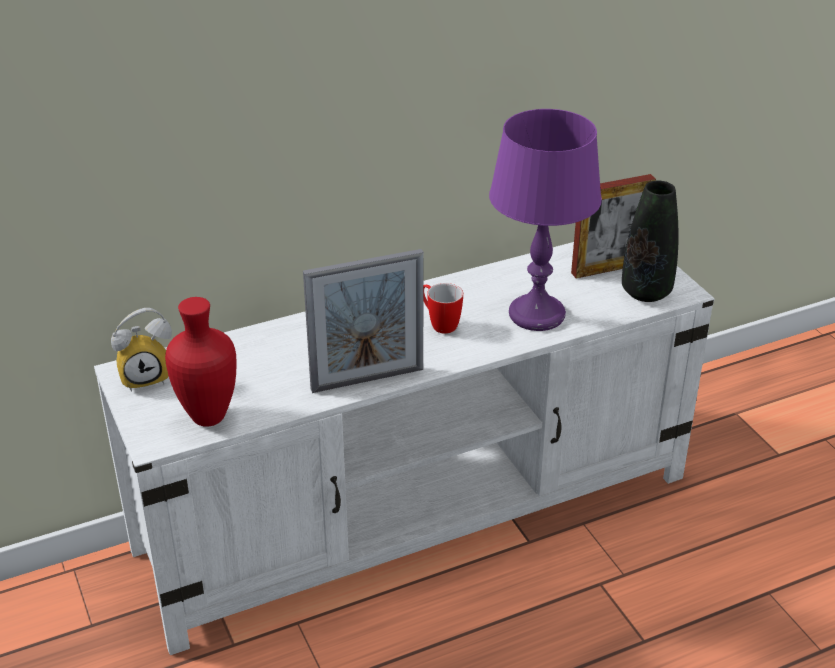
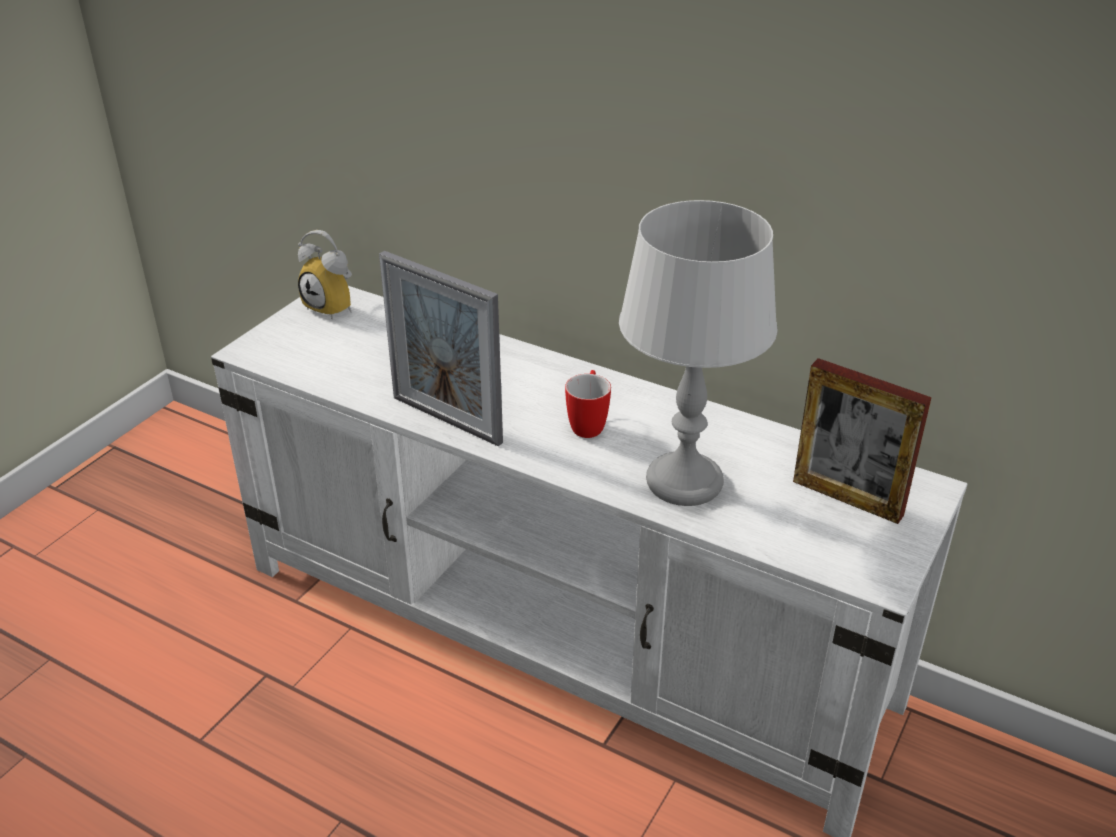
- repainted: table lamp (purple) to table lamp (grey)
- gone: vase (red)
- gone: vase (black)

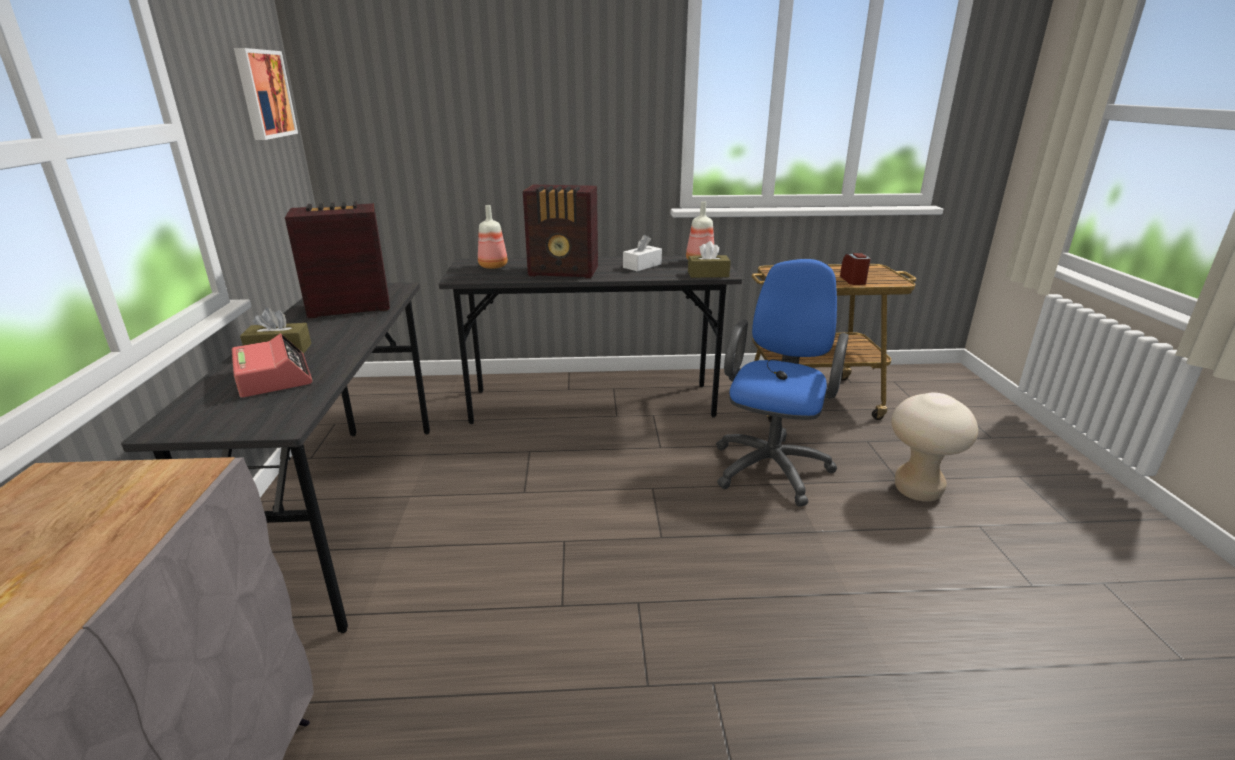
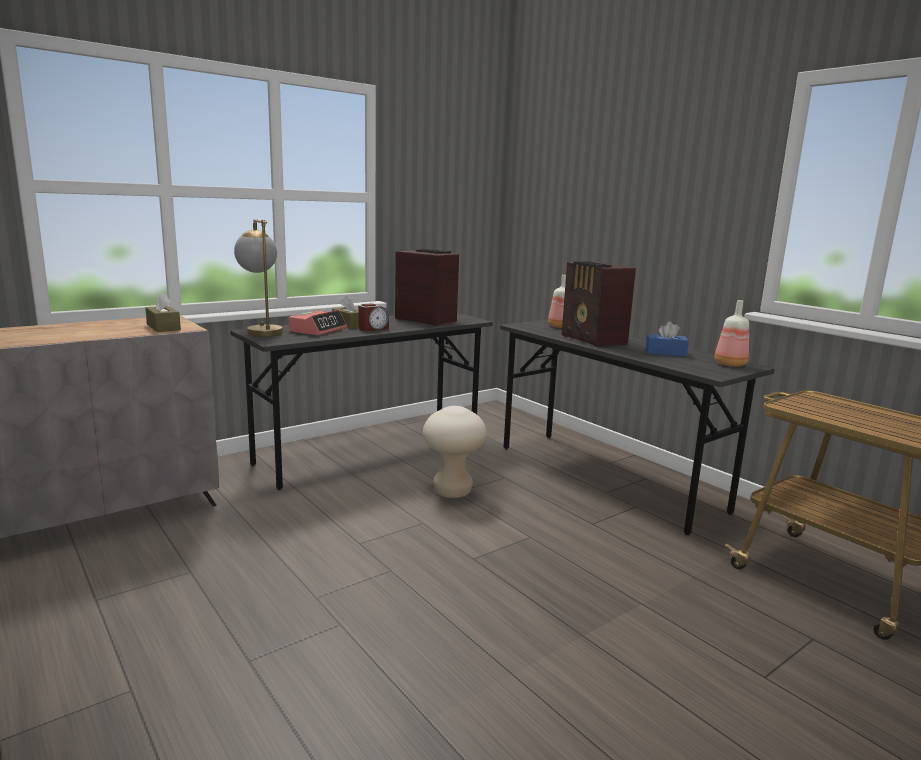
- shifted: tissue box (brown) (no. 2 from left in the first image) to tissue box (brown) (no. 1 from left)
- new: table lamp
- shifted: alarm clock (no. 2 from left)
- shifted: stool (beige)
- repainted: tissue box (white) to tissue box (blue)
- gone: picture
- gone: office chair (blue)

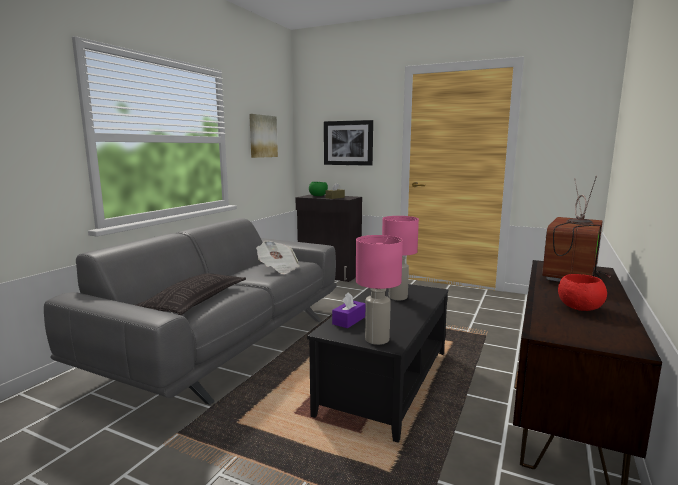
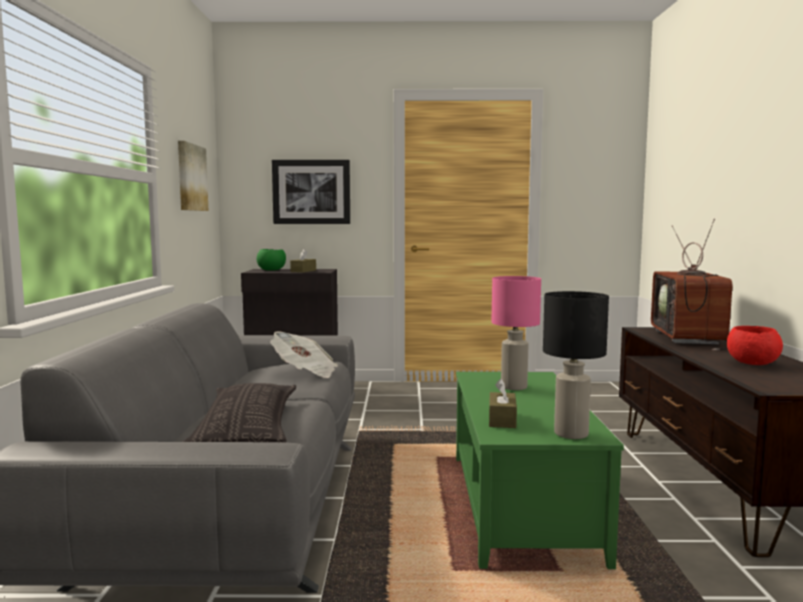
- repainted: coffee table (black) to coffee table (green)
- repainted: tissue box (purple) to tissue box (brown) (no. 2 from left)
- repainted: table lamp (pink) (no. 1 from left) to table lamp (black)

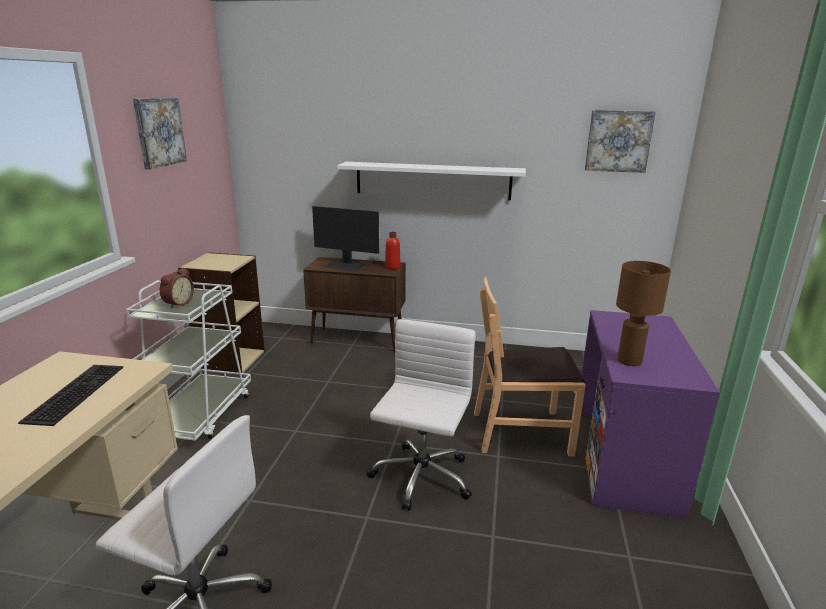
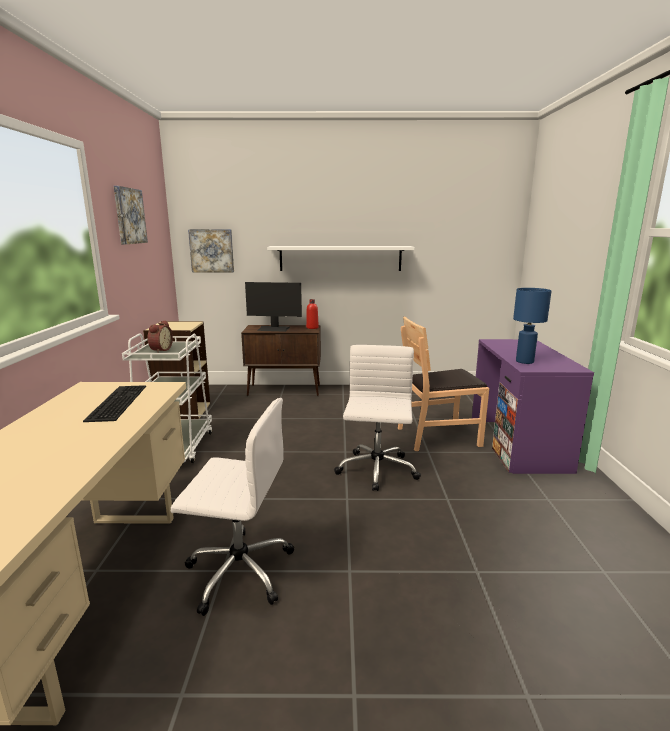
- shifted: picture (no. 2 from left)
- repainted: table lamp (brown) to table lamp (blue)

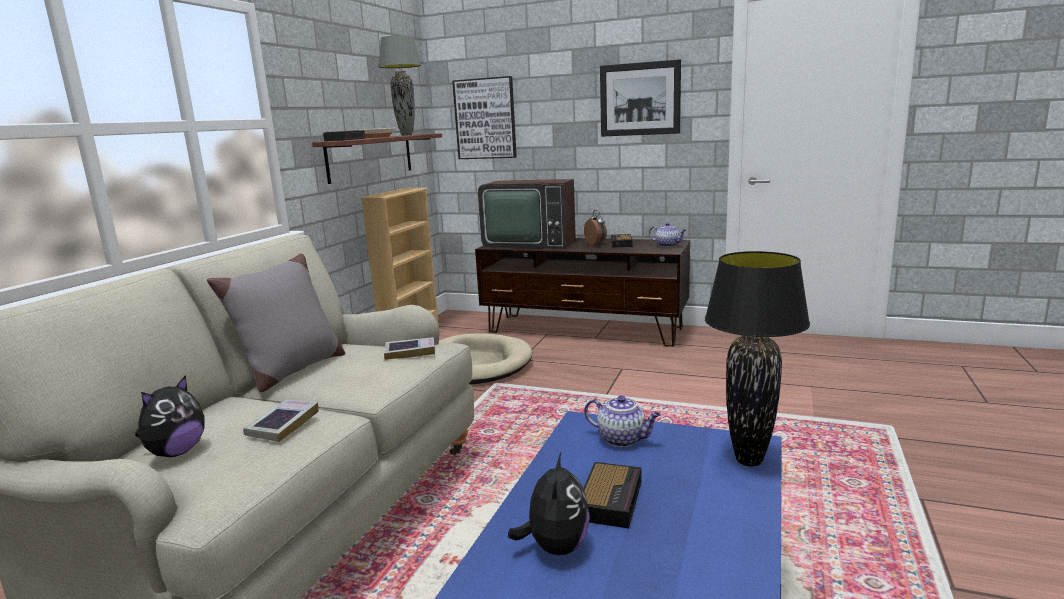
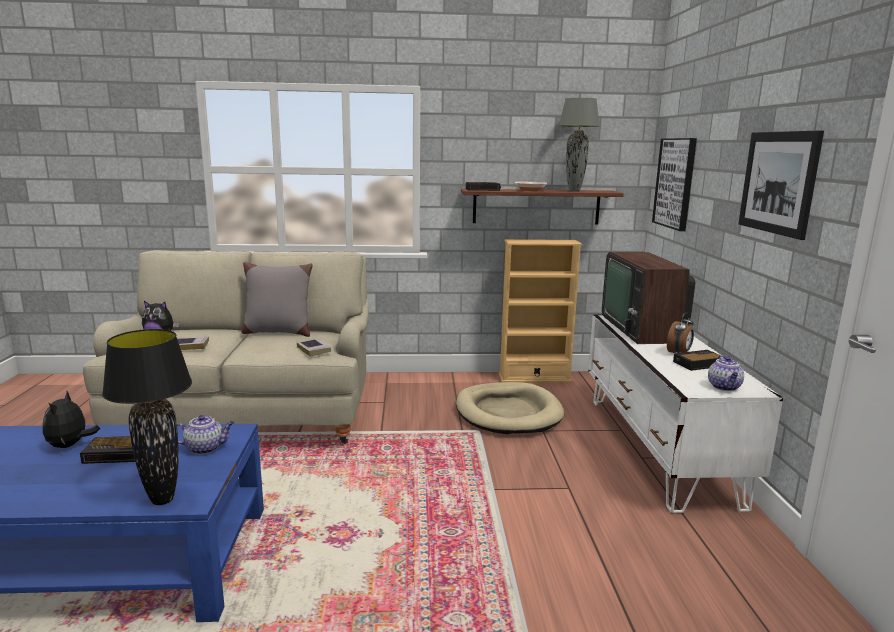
- rotated: plush toy (no. 2 from left in the first image) 105 degrees clockwise
- rotated: teapot (no. 1 from left) 105 degrees counterclockwise
- repainted: tv stand (brown) to tv stand (white)

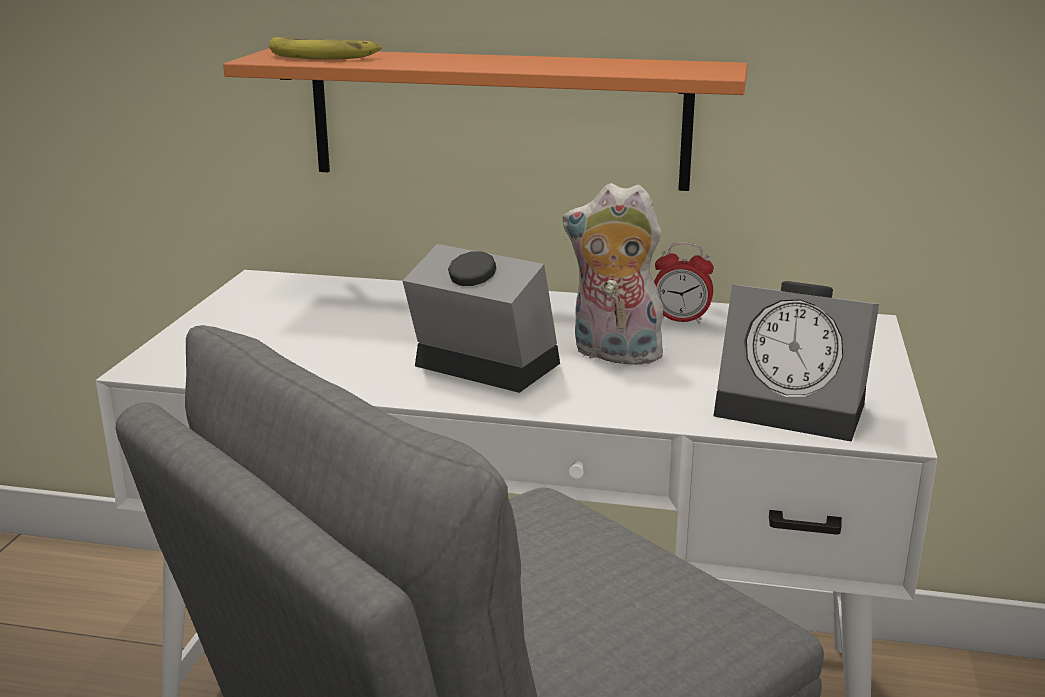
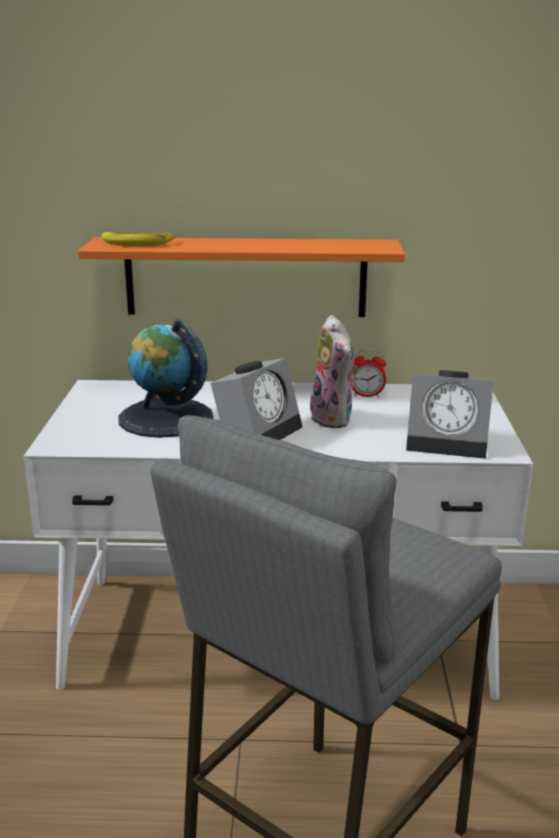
- new: globe
- rotated: alarm clock (no. 1 from left) 105 degrees clockwise
- rotated: plush toy 120 degrees counterclockwise

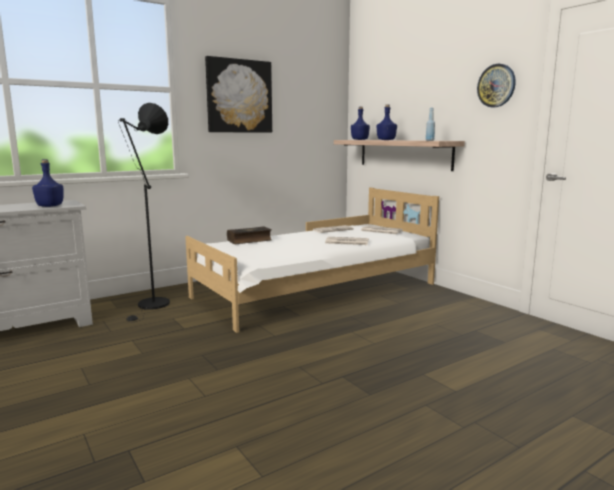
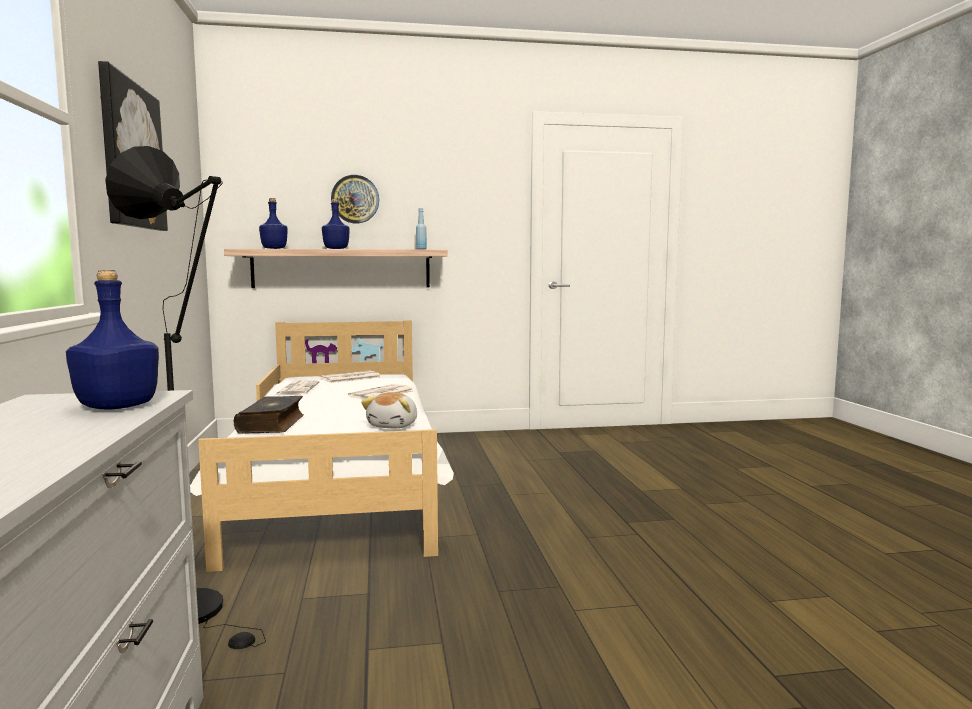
- shifted: wall clock
- new: plush toy

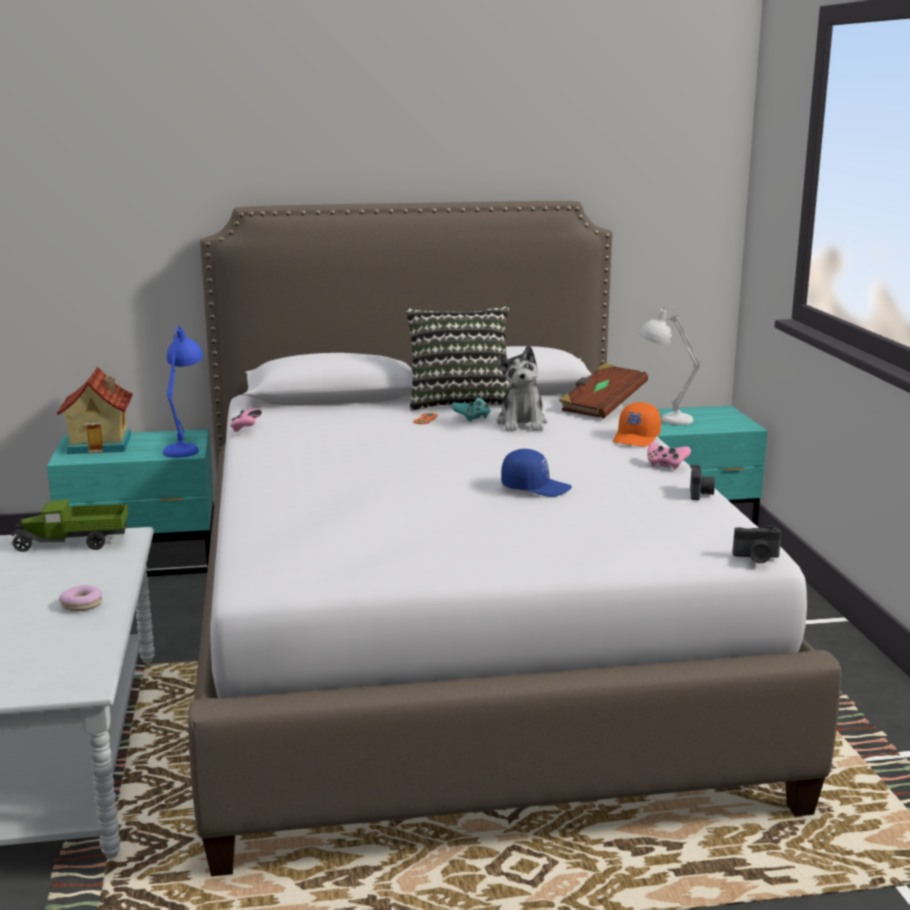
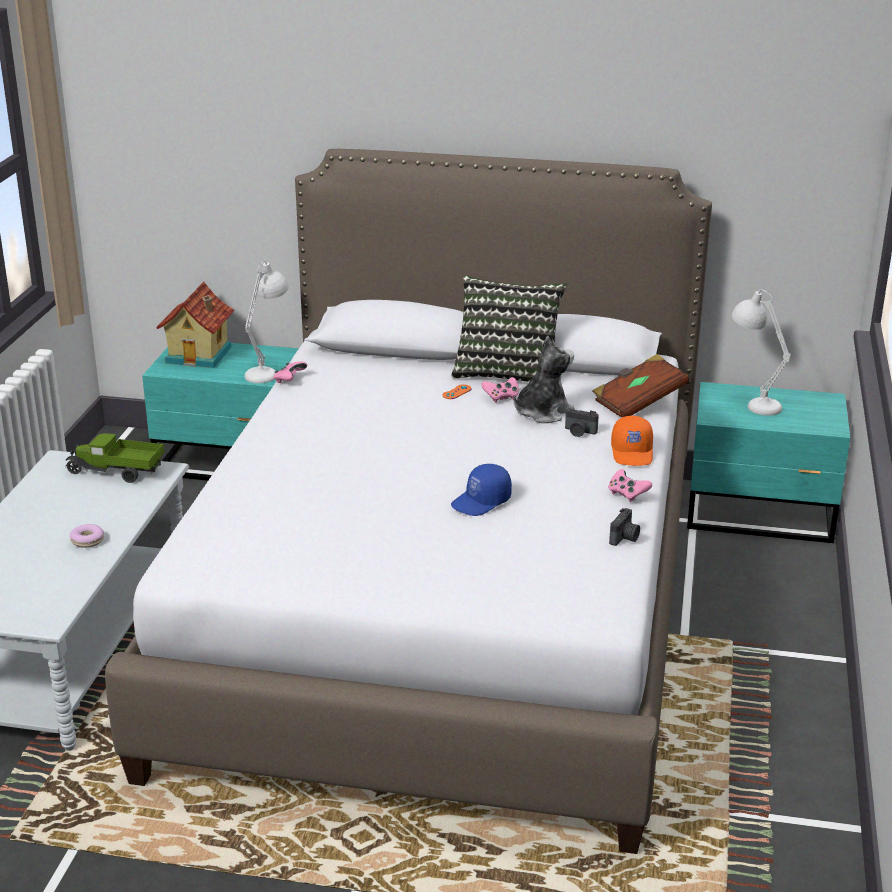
- repainted: table lamp (blue) to table lamp (white) (no. 1 from left)
- rotated: cap (blue) 105 degrees clockwise
- repainted: game controller (turquoise) to game controller (pink) (no. 2 from left)
- rotated: plush toy 150 degrees counterclockwise
- shifted: photo camera (no. 2 from left in the first image) to photo camera (no. 1 from left)
- rotated: cap (orange) 45 degrees counterclockwise

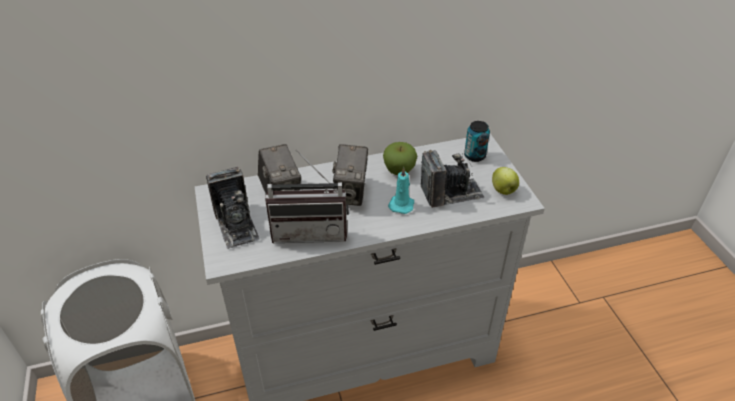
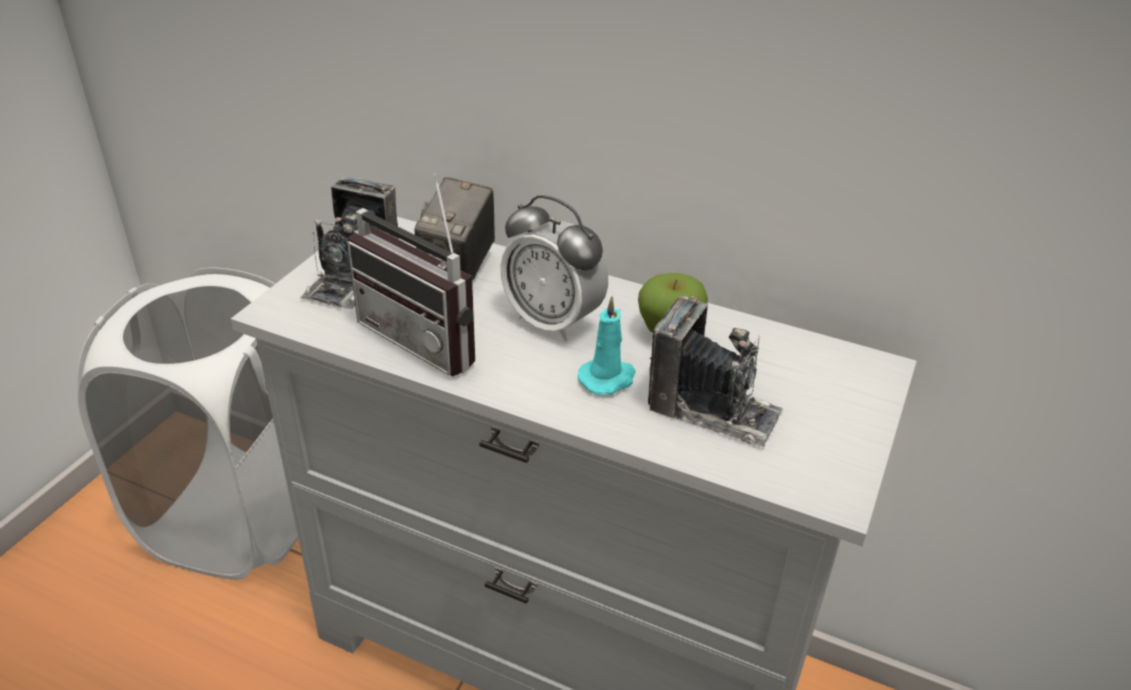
- swapped: photo camera (no. 3 from left) to alarm clock
- gone: can
- gone: apple (no. 2 from left)

